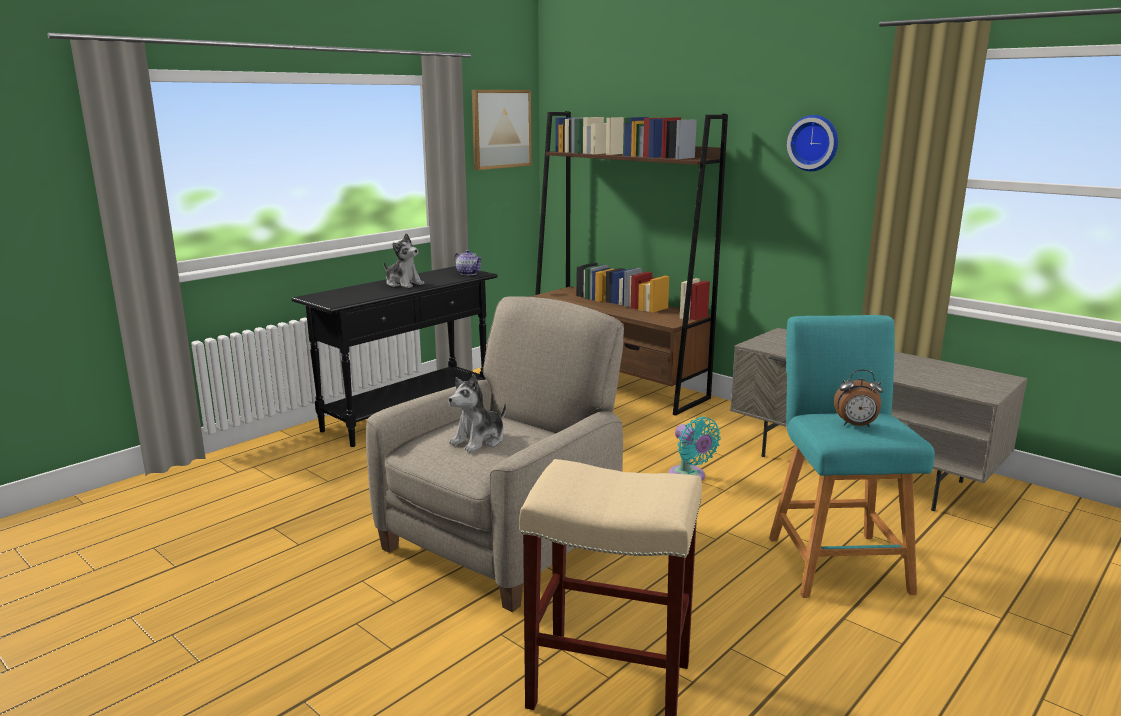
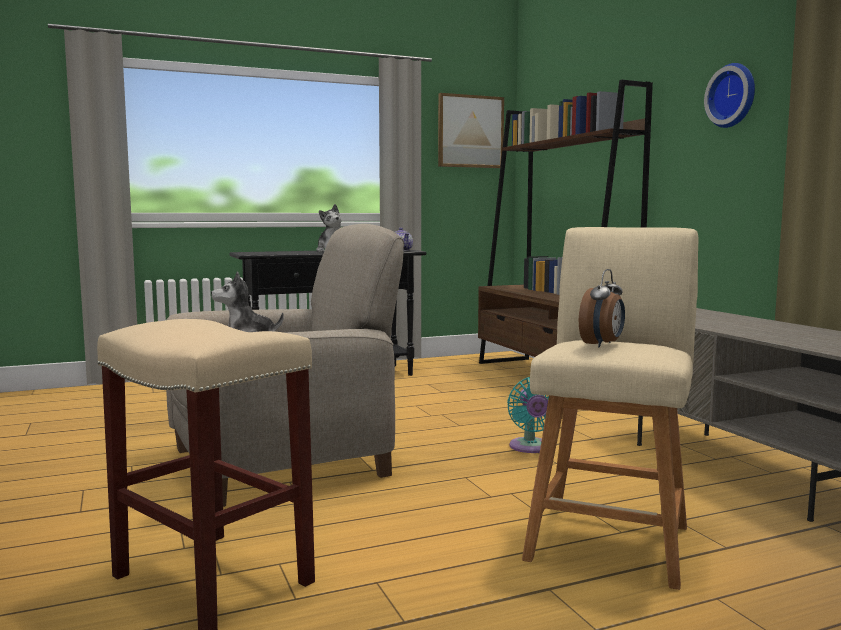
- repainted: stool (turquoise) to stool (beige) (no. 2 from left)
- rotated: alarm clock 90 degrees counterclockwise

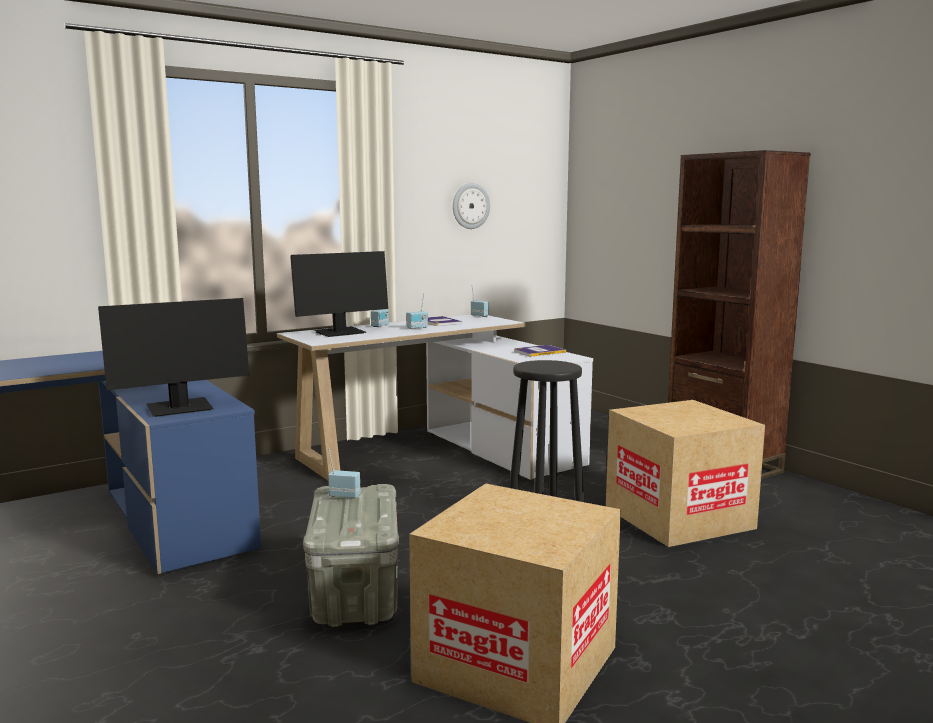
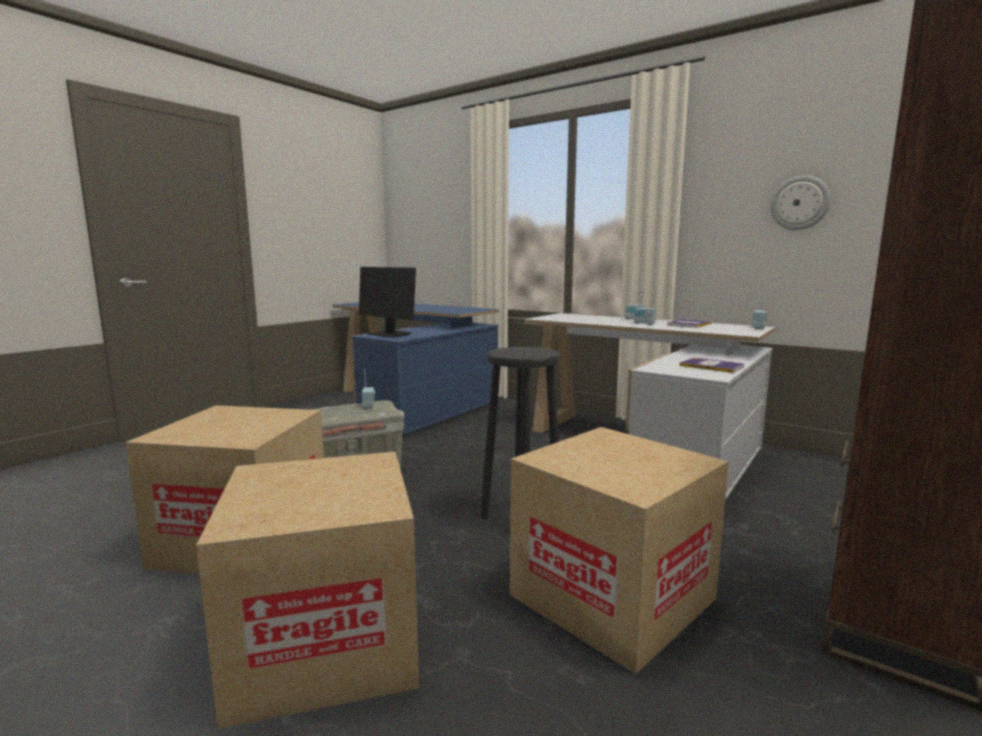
- new: cardboard box (no. 2 from left)
- gone: monitor (no. 2 from left)

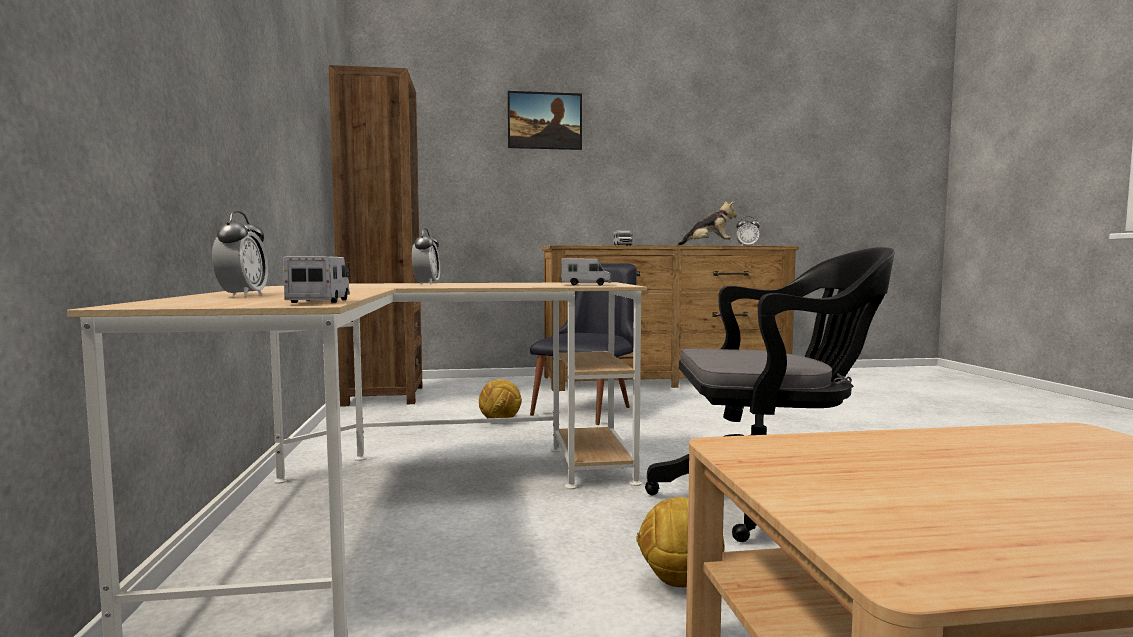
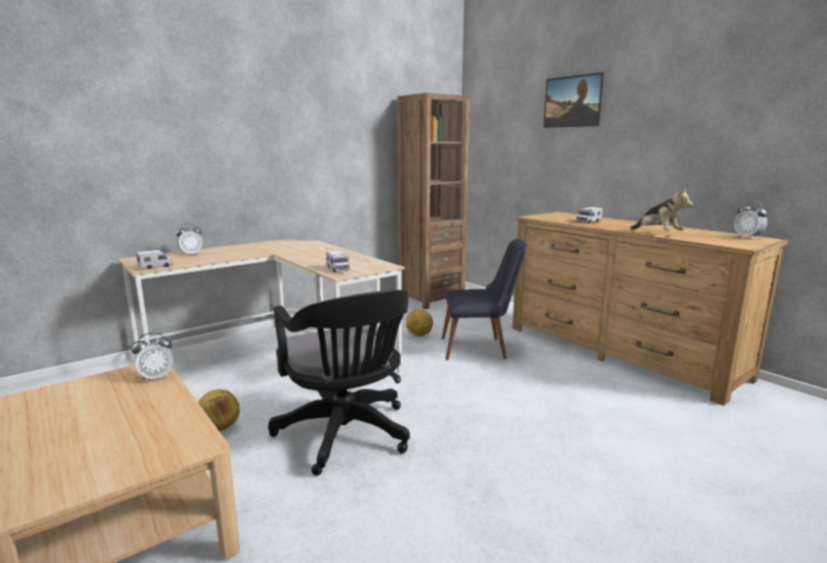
- shifted: alarm clock (no. 2 from left in the first image) to alarm clock (no. 1 from left)

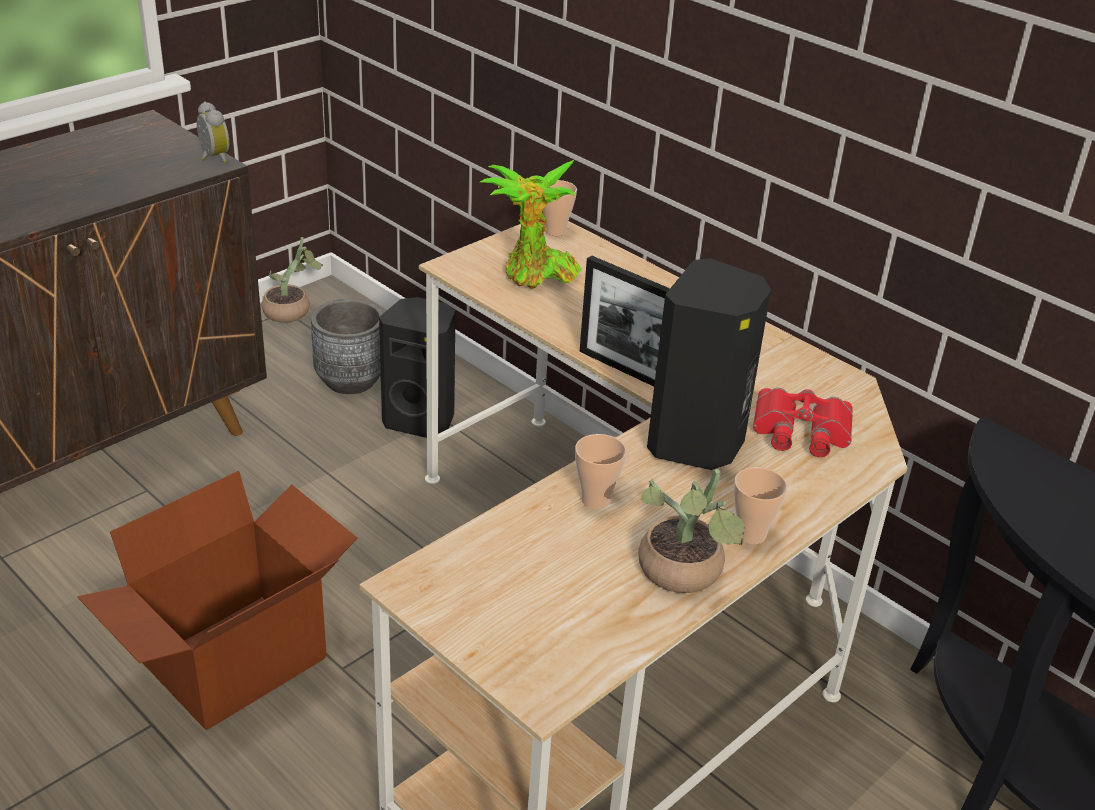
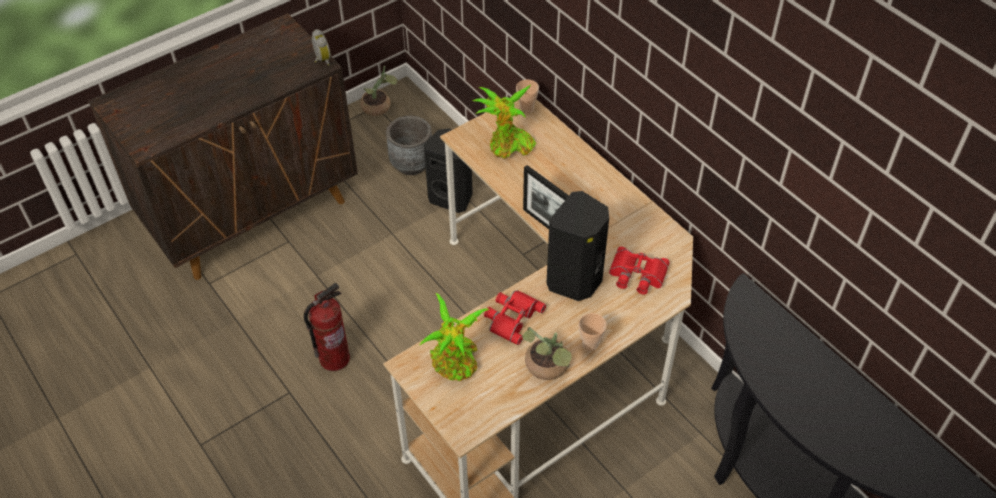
- swapped: cardboard box to fire extinguisher
- new: potted plant (no. 2 from left)
- swapped: cup (no. 2 from left) to binoculars (red) (no. 1 from left)

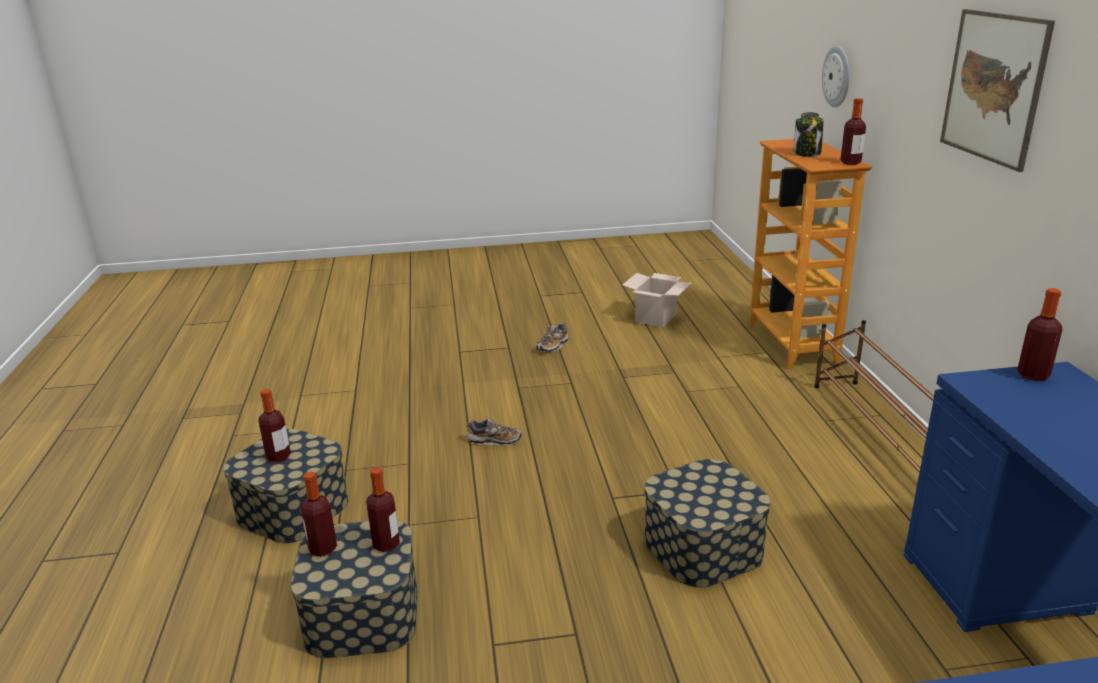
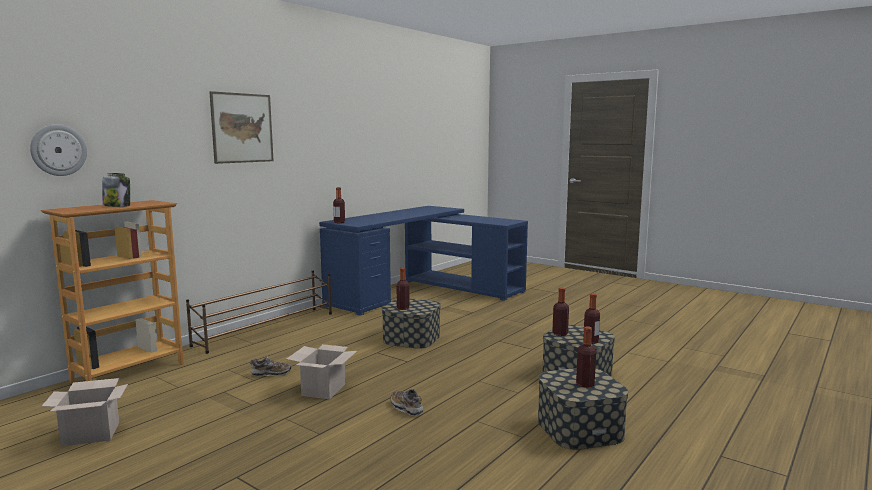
- shifted: shoe (no. 2 from left in the first image) to shoe (no. 1 from left)
- new: cardboard box (no. 2 from left)
- shifted: bottle (no. 4 from left in the first image) to bottle (no. 2 from left)

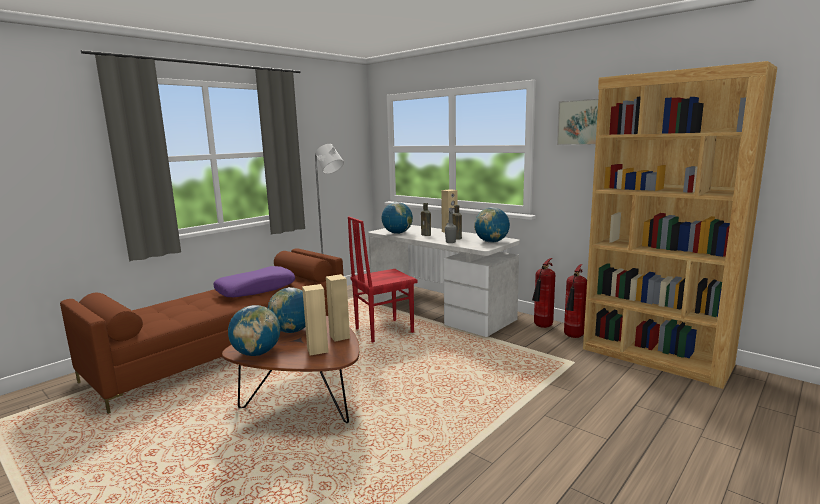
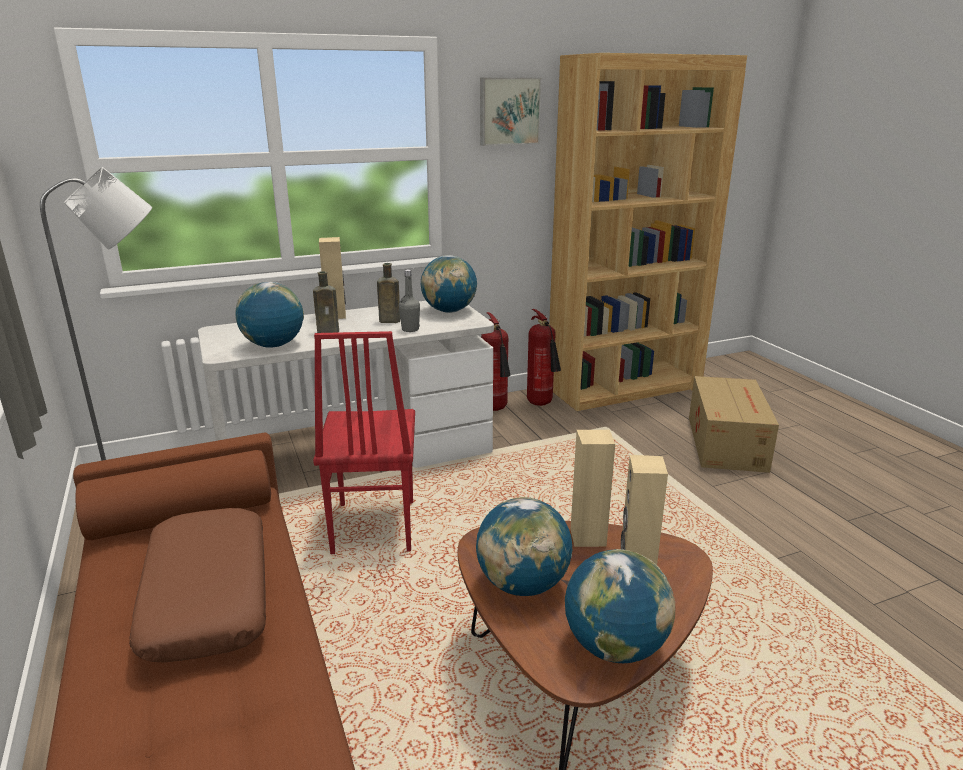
- repainted: pillow (purple) to pillow (brown)
- new: cardboard box

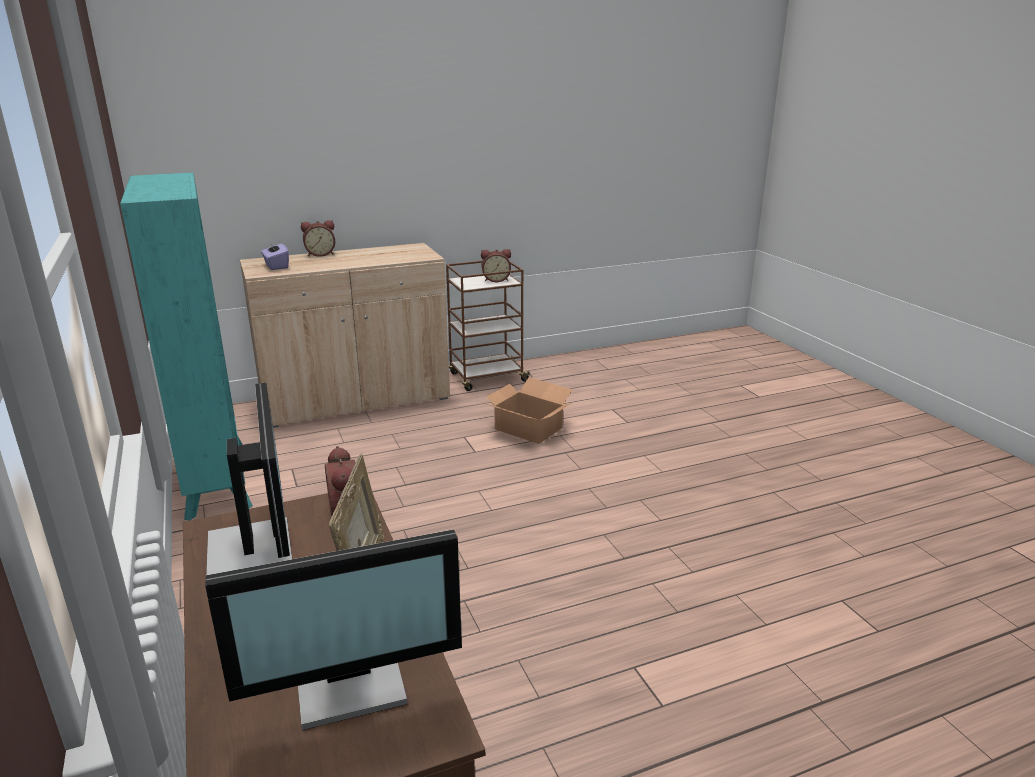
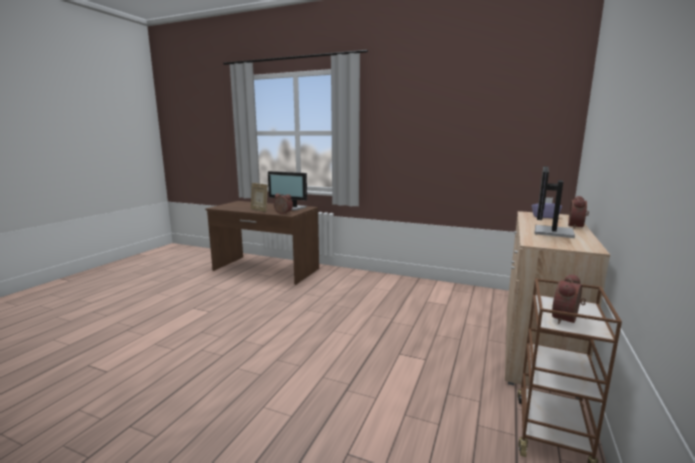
- shifted: monitor (no. 2 from left)
- gone: bookcase (turquoise)
- gone: cardboard box

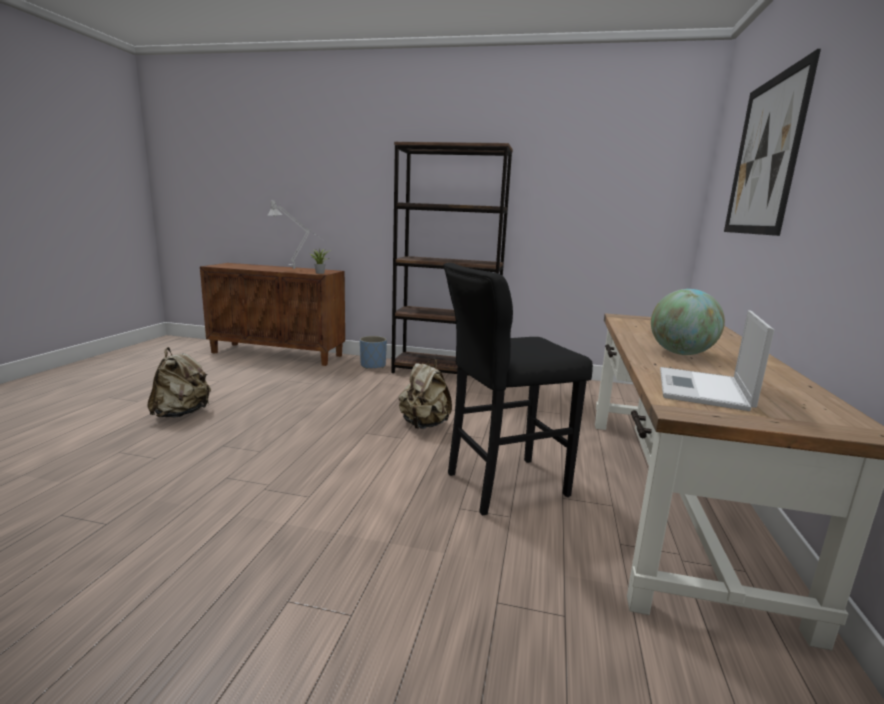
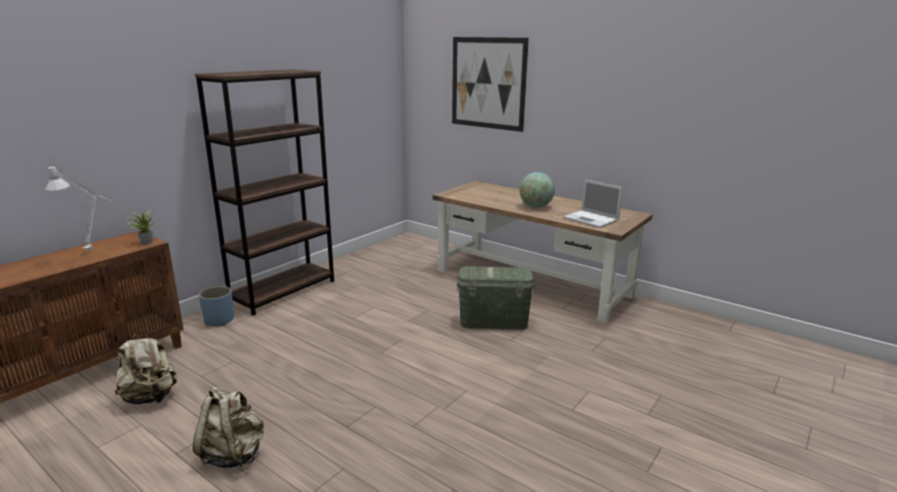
- shifted: backpack (beige) (no. 2 from left in the first image) to backpack (beige) (no. 1 from left)
- swapped: stool (black) to storage box (green)

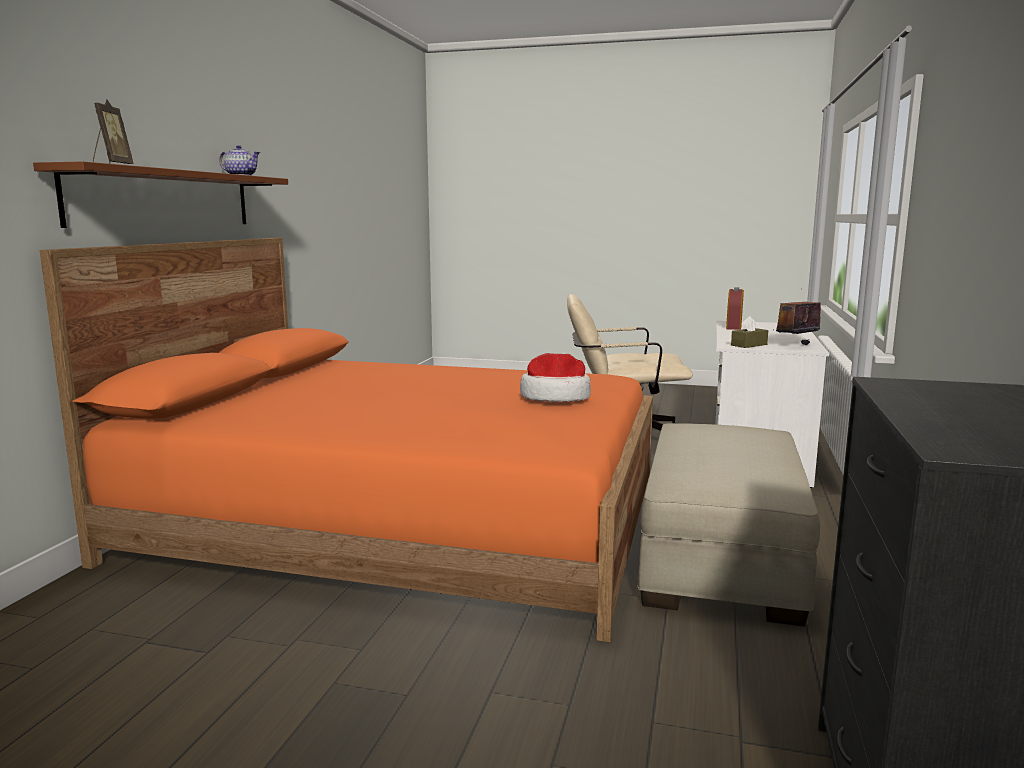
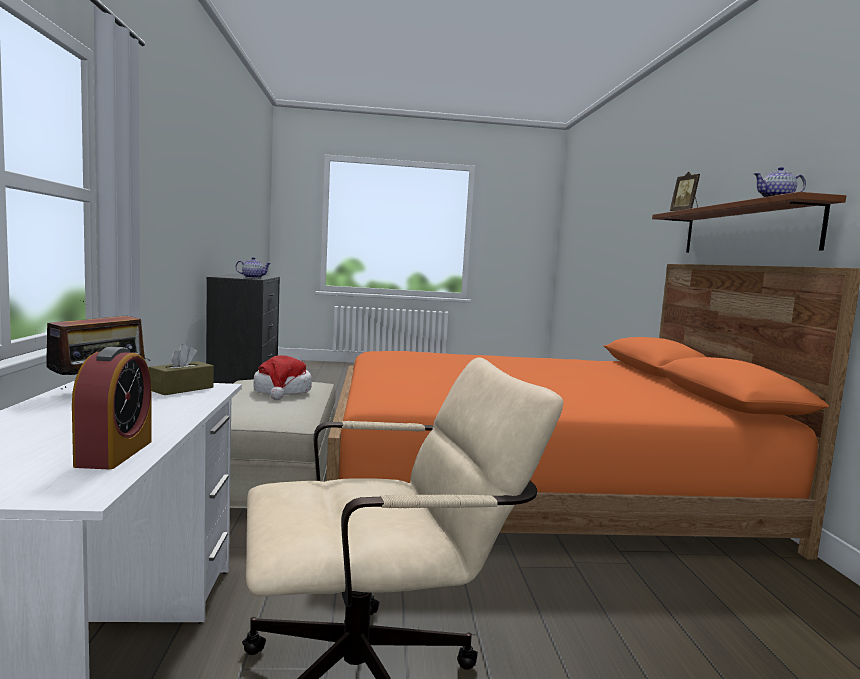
- new: teapot (no. 1 from left)
- shifted: hat

